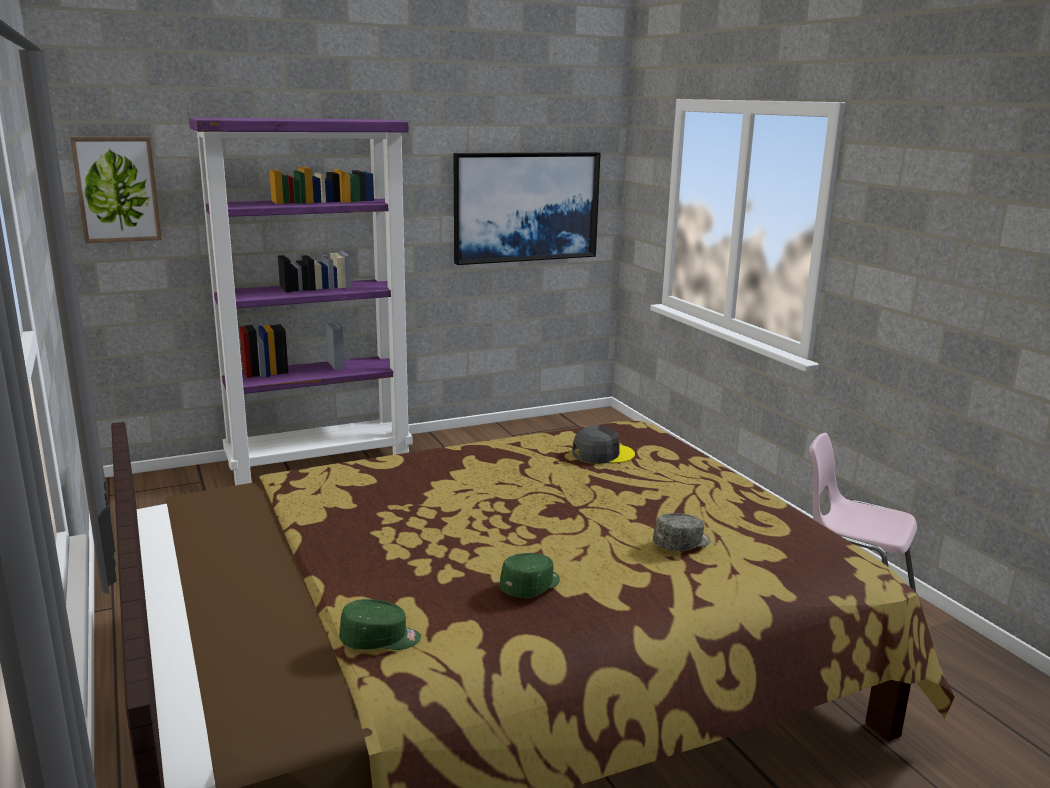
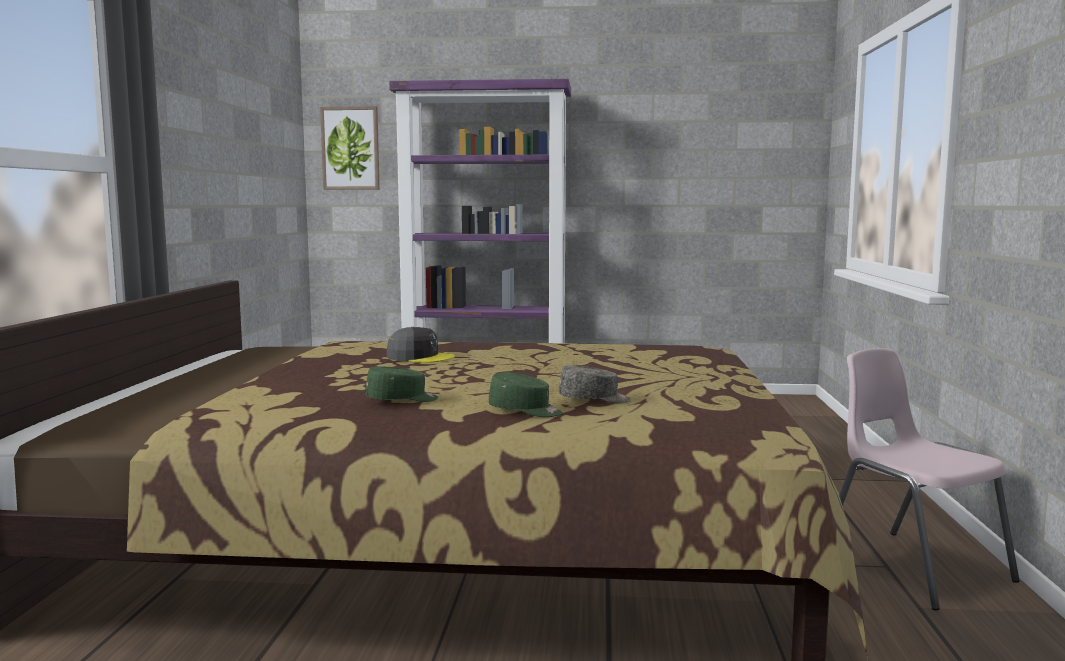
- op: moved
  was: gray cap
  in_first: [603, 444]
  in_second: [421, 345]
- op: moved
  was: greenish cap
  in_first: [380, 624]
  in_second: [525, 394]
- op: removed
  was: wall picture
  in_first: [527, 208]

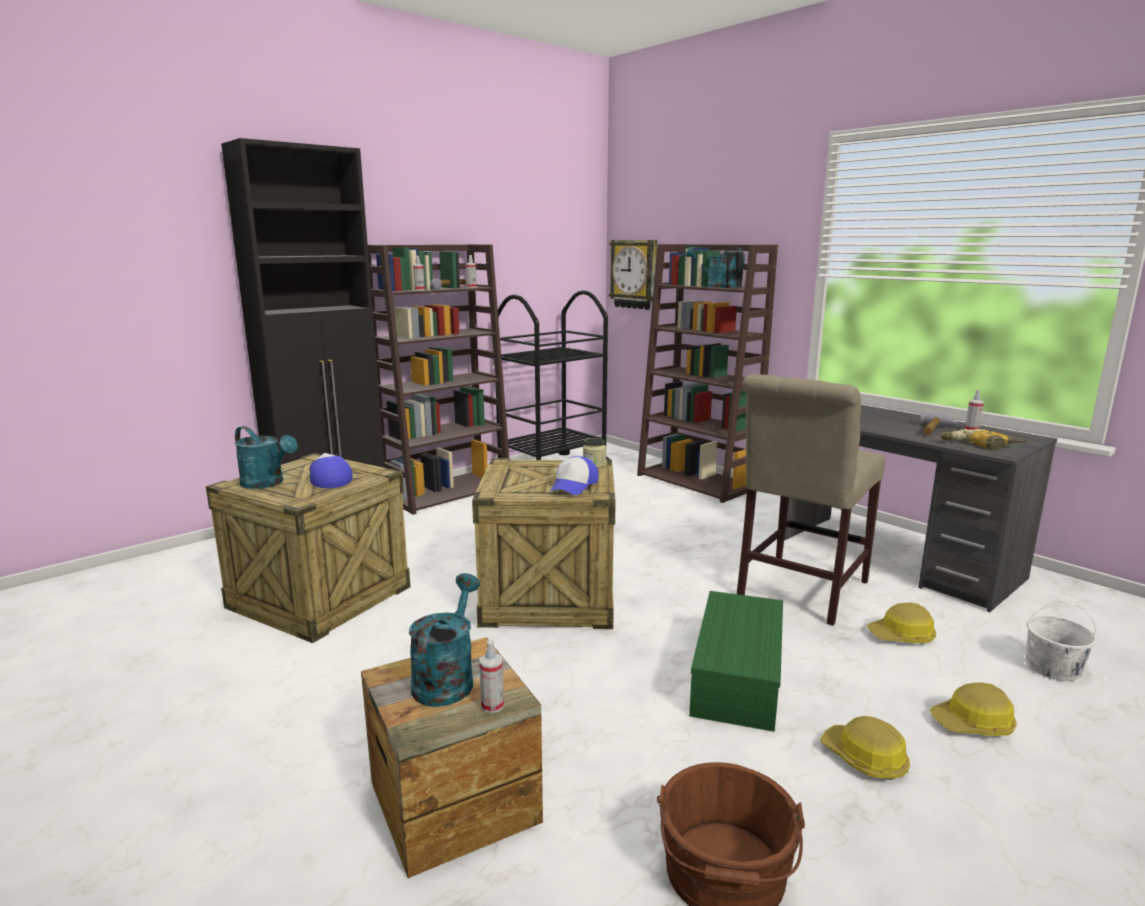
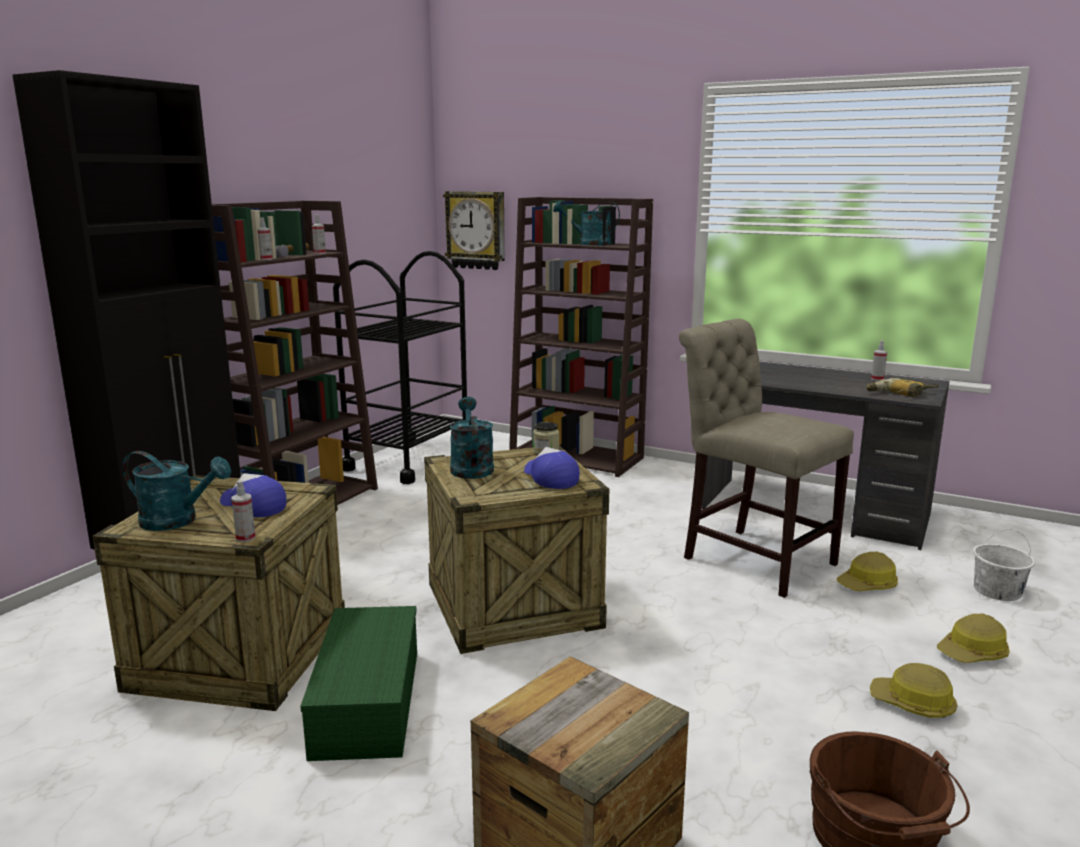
- op: moved
  was: spray bottle
  in_first: [491, 676]
  in_second: [243, 511]
- op: moved
  was: greenish storage box
  in_first: [736, 661]
  in_second: [358, 683]
- op: moved
  was: blue-green watering can
  in_first: [444, 640]
  in_second: [472, 438]
- op: turned
  was: cap
  in_first: [574, 475]
  in_second: [552, 468]
  clockwise: 150
- op: turned
  was: sand-coloured upright chair
  in_first: [811, 500]
  in_second: [766, 458]
  clockwise: 120
- op: removed
  was: hand hammer
  in_first: [938, 423]

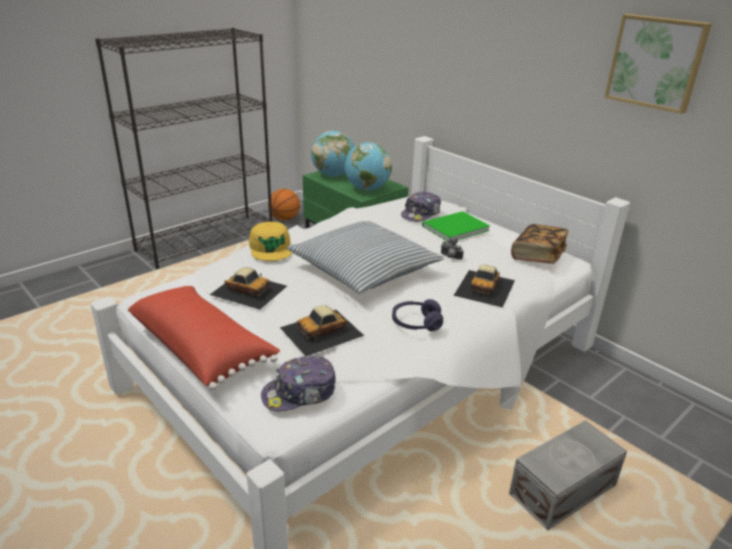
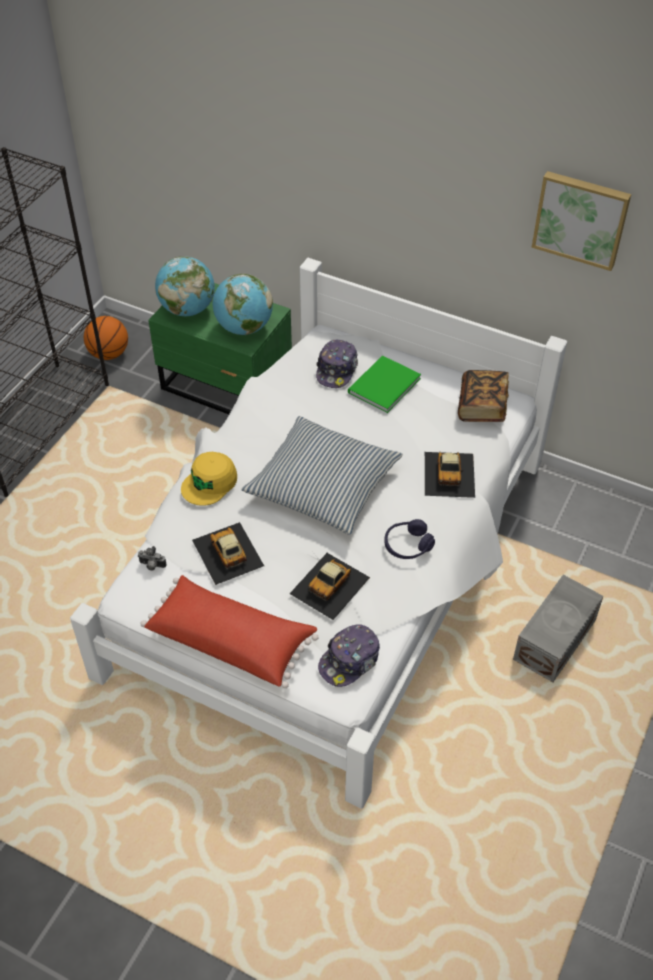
- op: moved
  was: still camera
  in_first: [452, 248]
  in_second: [152, 558]
- op: turned
  was: yellow-coloured cap
  in_first: [270, 241]
  in_second: [209, 479]
  clockwise: 75
- op: turned
  was: toy car
  in_first: [248, 288]
  in_second: [228, 553]
  clockwise: -120

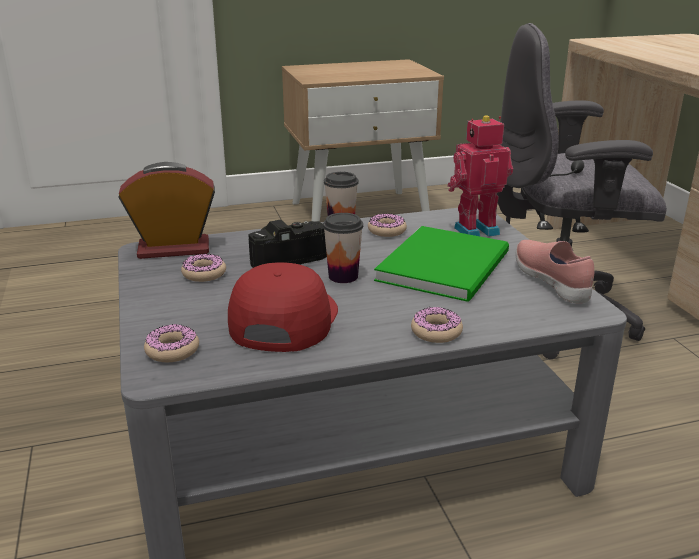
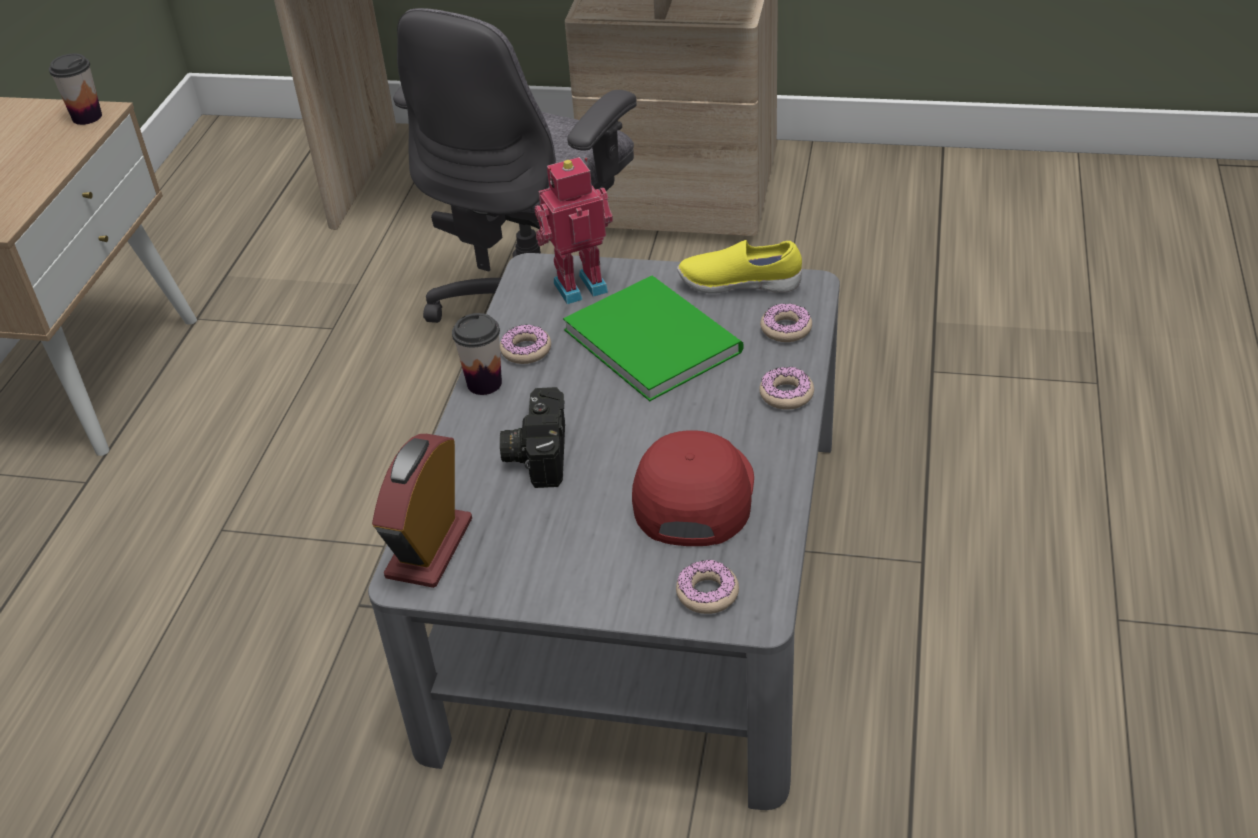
- op: moved
  was: small cup
  in_first: [343, 248]
  in_second: [75, 89]
- op: turned
  was: model robot
  in_first: [480, 176]
  in_second: [574, 230]
  clockwise: 60
- op: turned
  was: red-coloured cap
  in_first: [283, 307]
  in_second: [693, 488]
  clockwise: 60
- op: recoloured
  was: pink shoe
  now: yellow-coloured shoe
  in_first: [555, 272]
  in_second: [739, 267]
- op: moved
  was: donut
  in_first: [203, 268]
  in_second: [786, 323]

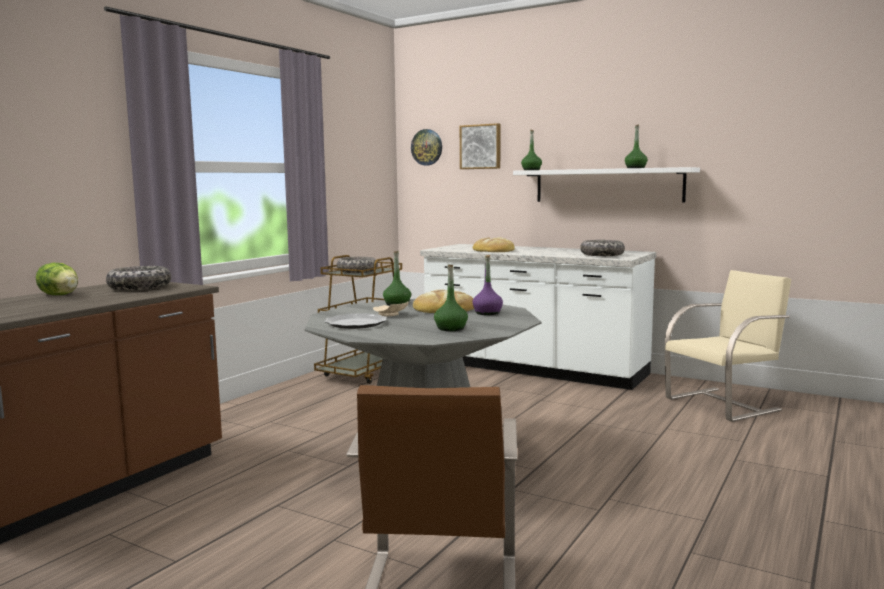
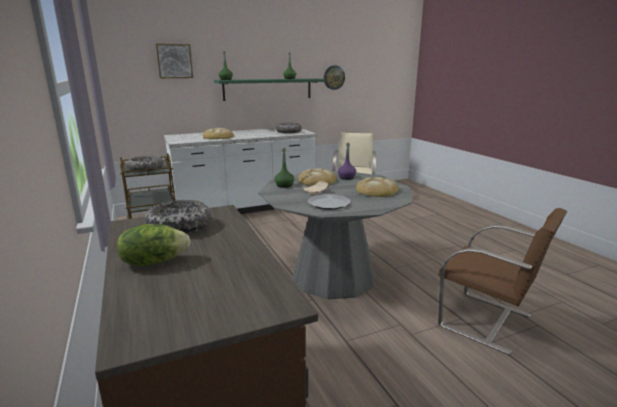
- op: recoloured
  was: whitish shelf
  now: greenish shelf
  in_first: [606, 185]
  in_second: [269, 90]
- op: moved
  was: clock on the wall
  in_first: [426, 147]
  in_second: [334, 77]
- op: replaced
  was: greenish bottle
  now: baked bread
  in_first: [451, 298]
  in_second: [377, 187]

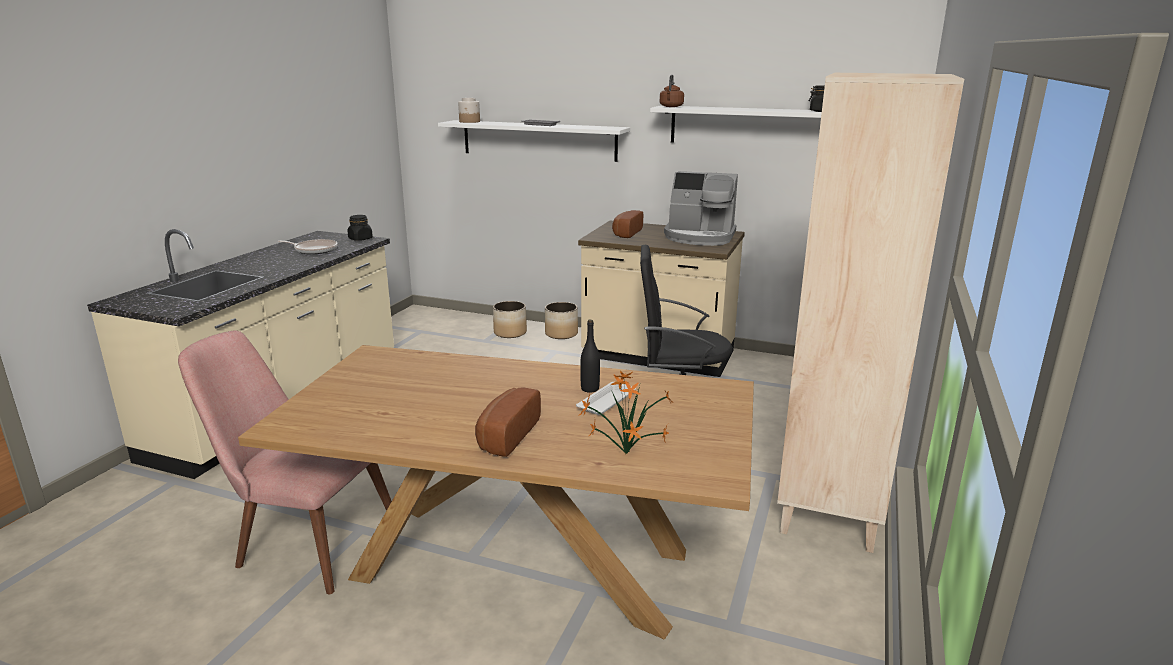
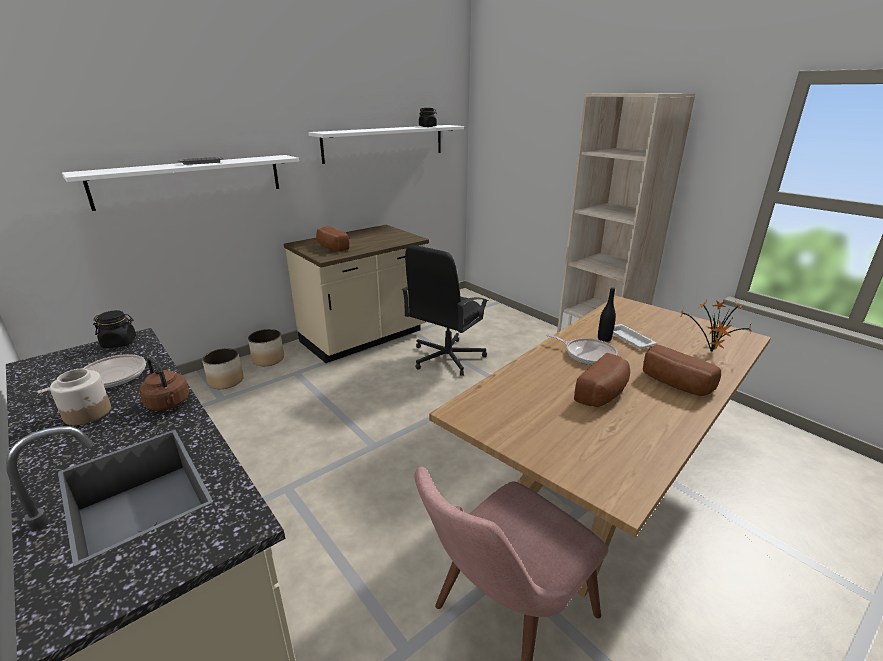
- op: moved
  was: jar
  in_first: [469, 110]
  in_second: [80, 397]
- op: moved
  was: brown-coloured tea kettle
  in_first: [672, 91]
  in_second: [164, 383]
- op: added
  now: skillet
  in_second: [581, 349]
- op: added
  now: baked bread
  in_second: [602, 380]
- op: removed
  was: coffee brewer
  in_first: [701, 208]

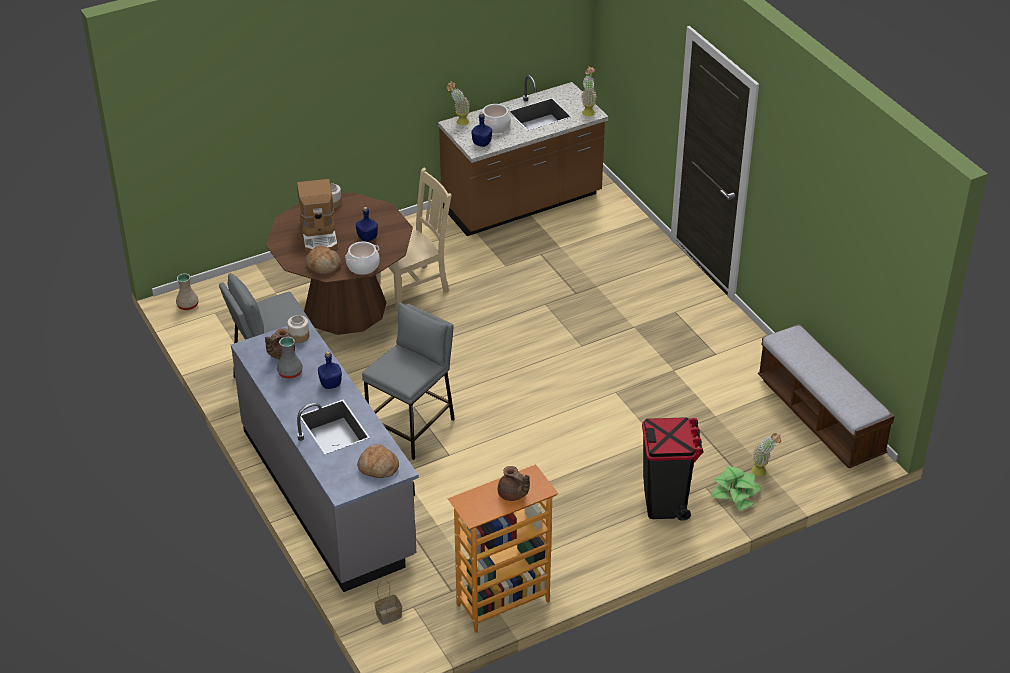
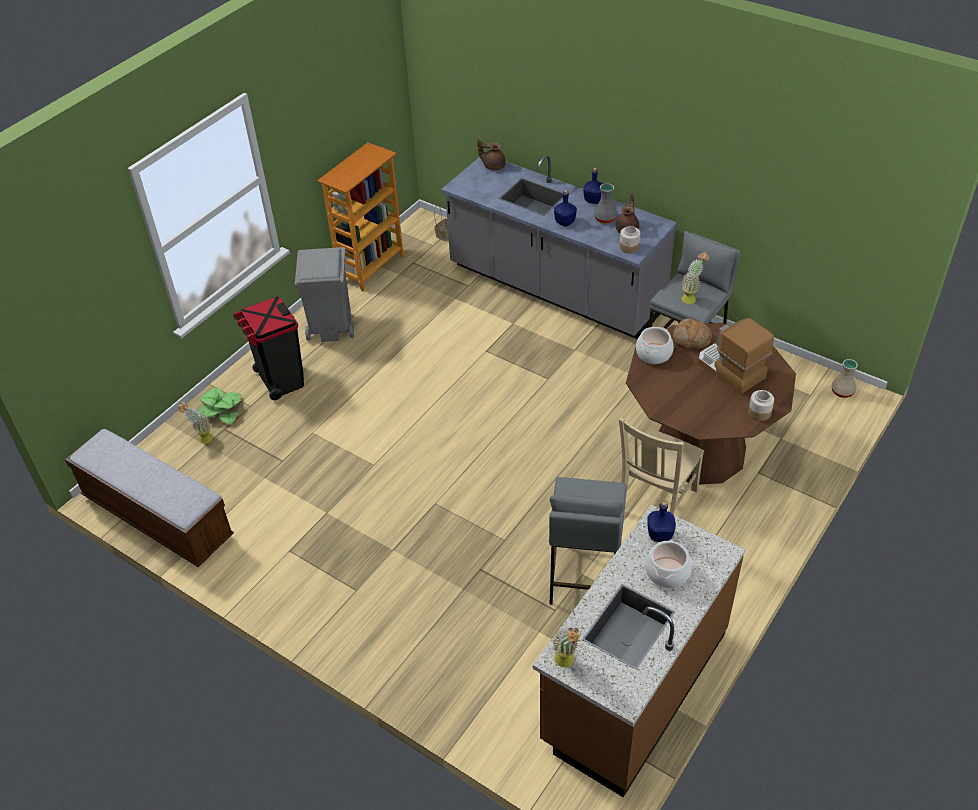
- op: added
  now: gray trash can
  in_second: [324, 294]
- op: moved
  was: brown-coloured pot for tea
  in_first: [514, 483]
  in_second: [491, 154]
- op: moved
  was: gray sitting stool
  in_first: [408, 381]
  in_second: [587, 541]
- op: moved
  was: blue bottle
  in_first: [367, 224]
  in_second: [593, 186]
- op: moved
  was: houseplant
  in_first: [458, 103]
  in_second: [695, 277]
- op: removed
  was: baked bread
  in_first: [378, 461]

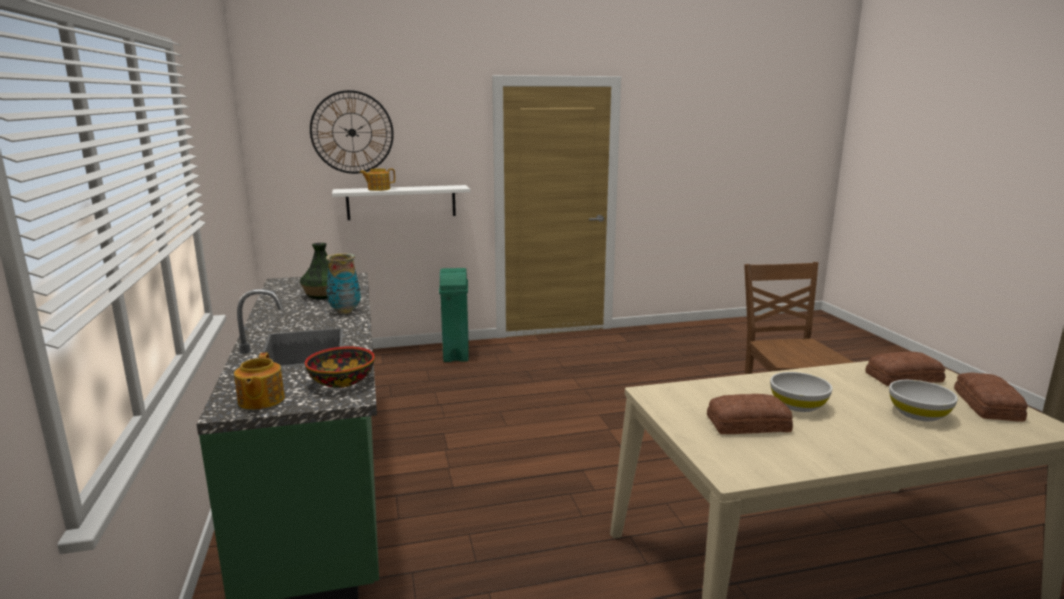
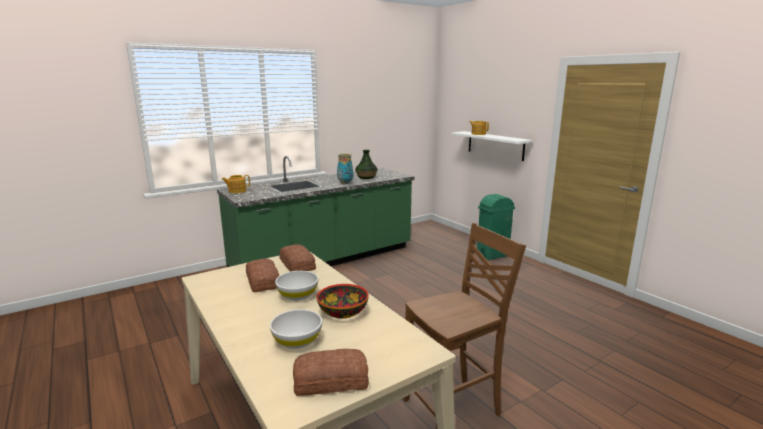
- op: moved
  was: baked bread
  in_first: [905, 369]
  in_second: [297, 258]
- op: moved
  was: bowl
  in_first: [340, 367]
  in_second: [343, 301]
- op: removed
  was: clock on the wall
  in_first: [352, 132]

